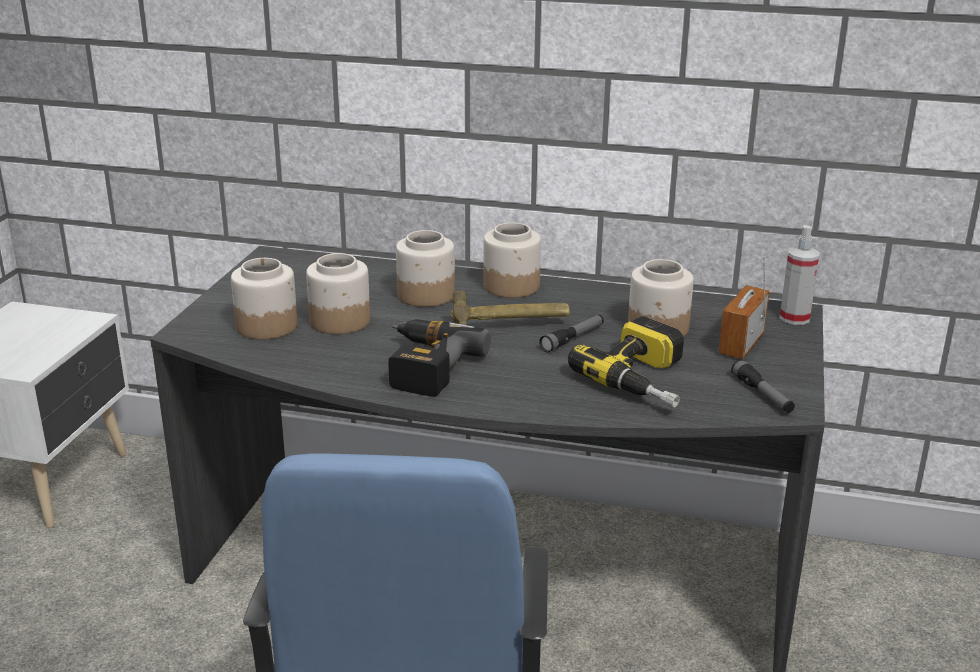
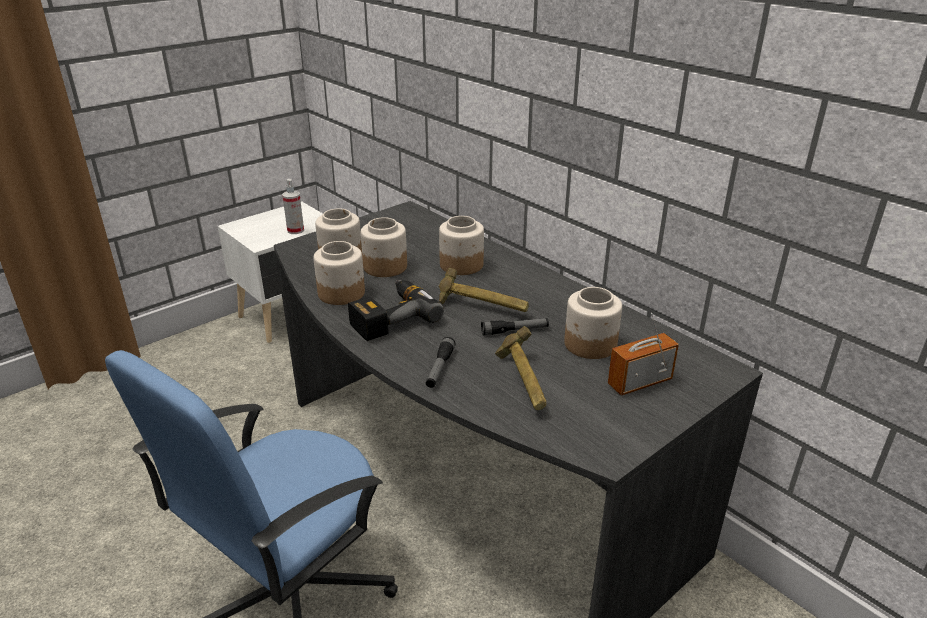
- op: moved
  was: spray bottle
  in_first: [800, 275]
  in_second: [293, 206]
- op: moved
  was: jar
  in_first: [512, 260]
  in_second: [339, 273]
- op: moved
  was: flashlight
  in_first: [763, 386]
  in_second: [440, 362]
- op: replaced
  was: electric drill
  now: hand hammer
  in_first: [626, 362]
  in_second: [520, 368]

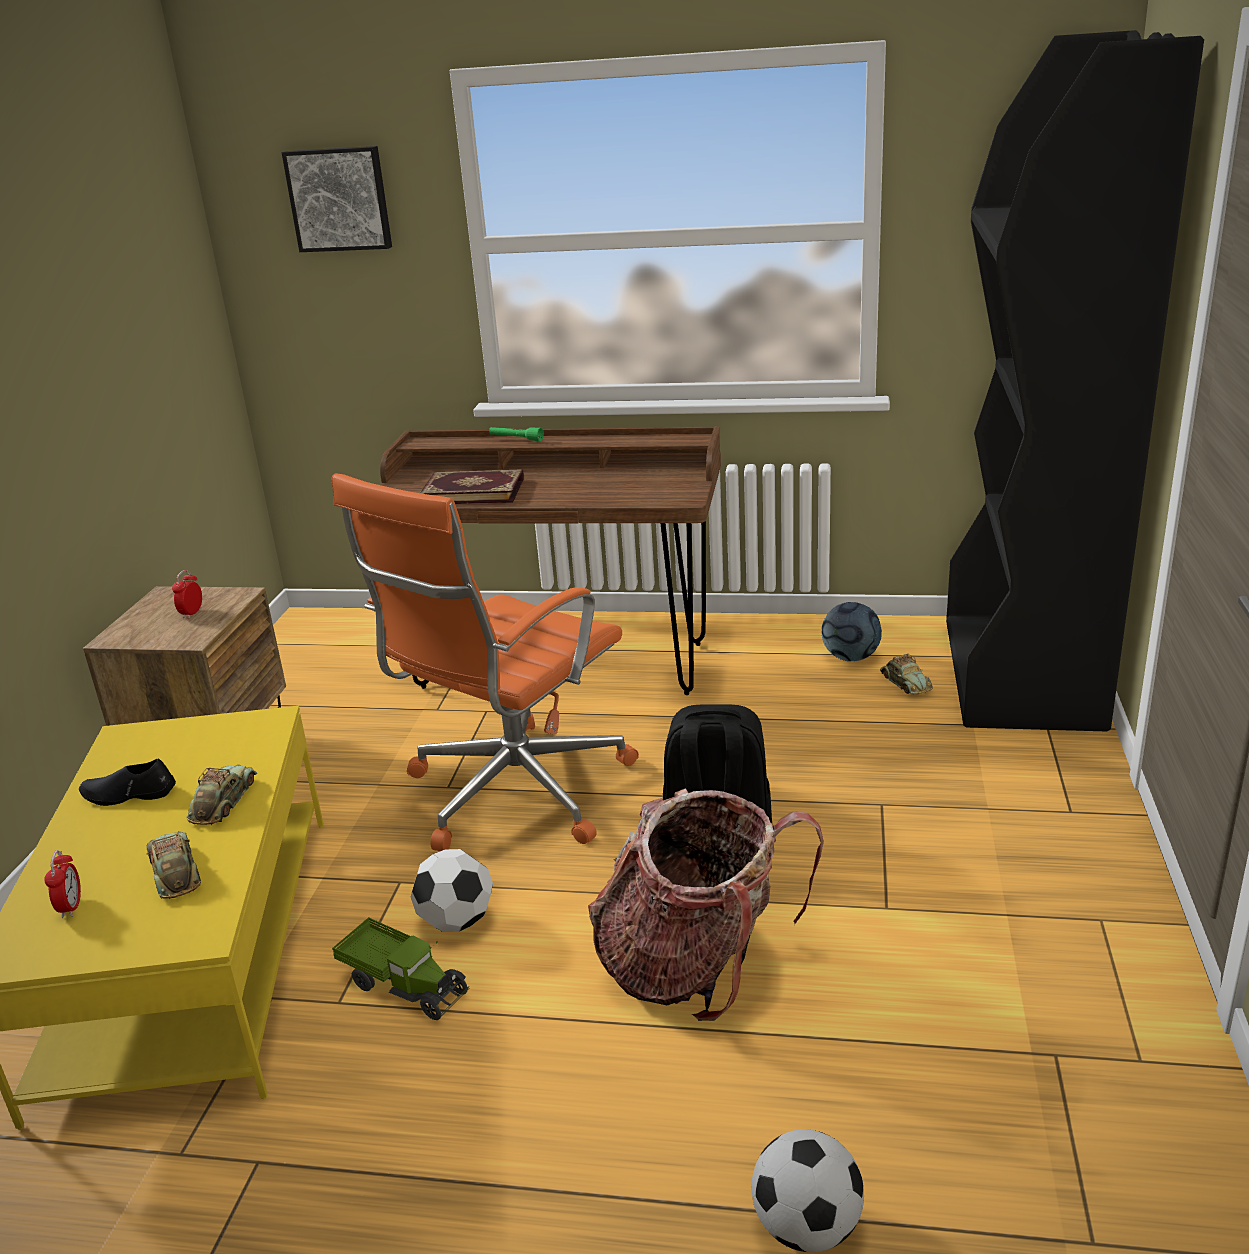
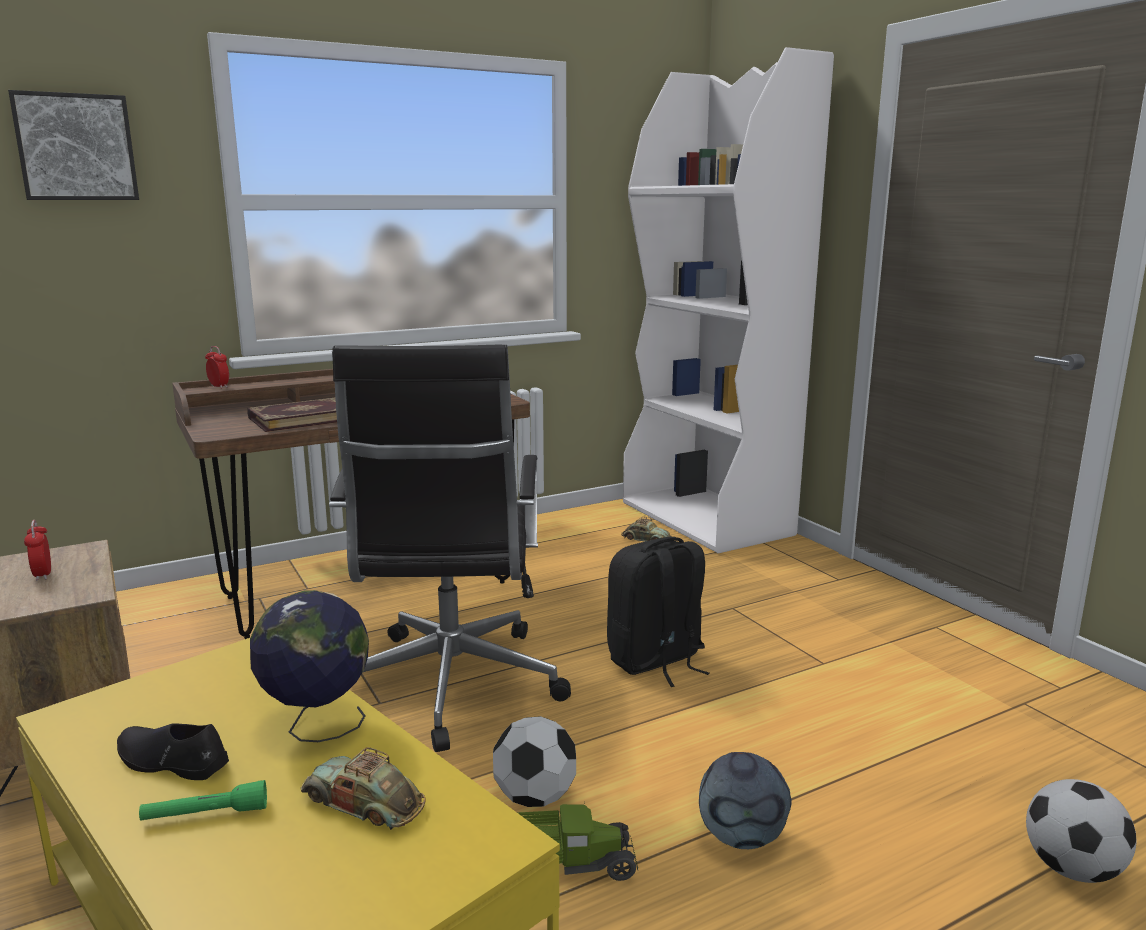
- op: turned
  was: blackish shoe
  in_first: [127, 782]
  in_second: [173, 751]
  clockwise: 60
- op: moved
  was: greenish flashlight
  in_first: [516, 434]
  in_second: [203, 800]
- op: moved
  was: table clock
  in_first: [62, 884]
  in_second: [217, 367]
- op: replaced
  was: toy car
  now: globe
  in_first: [222, 795]
  in_second: [309, 666]
- op: recoloured
  was: orange-coloured desk chair
  now: blackish desk chair
  in_first: [485, 662]
  in_second: [450, 548]
- op: recoloured
  was: blackish bookshelf
  now: whitish bookshelf
  in_first: [1075, 381]
  in_second: [728, 300]
- op: moved
  was: ball for football
  in_first: [851, 631]
  in_second: [745, 800]
- op: removed
  was: backpack
  in_first: [706, 904]

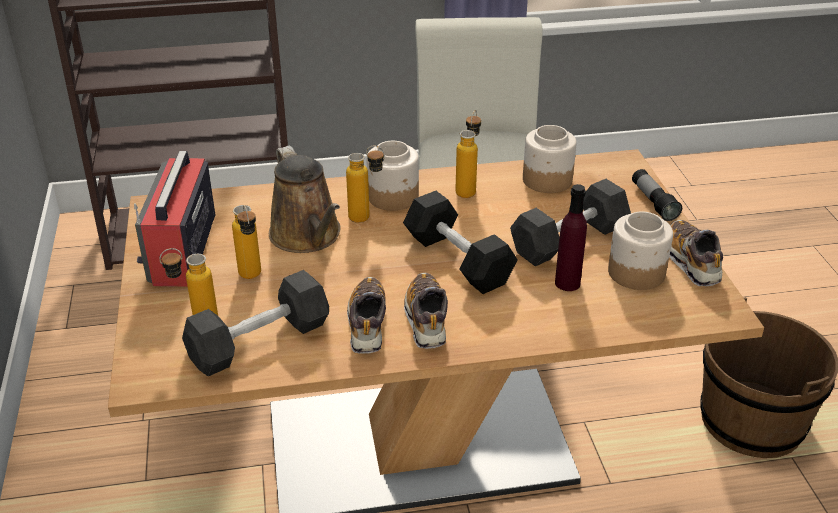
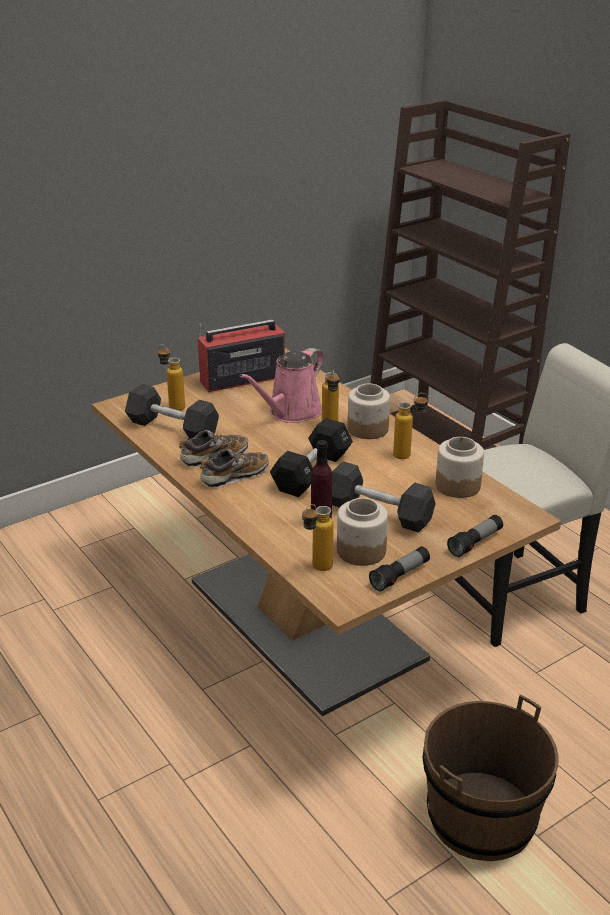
- op: recoloured
  was: brown-coloured watering can
  now: pink watering can
  in_first: [305, 199]
  in_second: [281, 385]
- op: moved
  was: bottle
  in_first: [246, 242]
  in_second: [318, 537]
- op: replaced
  was: shoe
  now: flashlight
  in_first: [696, 253]
  in_second: [399, 568]

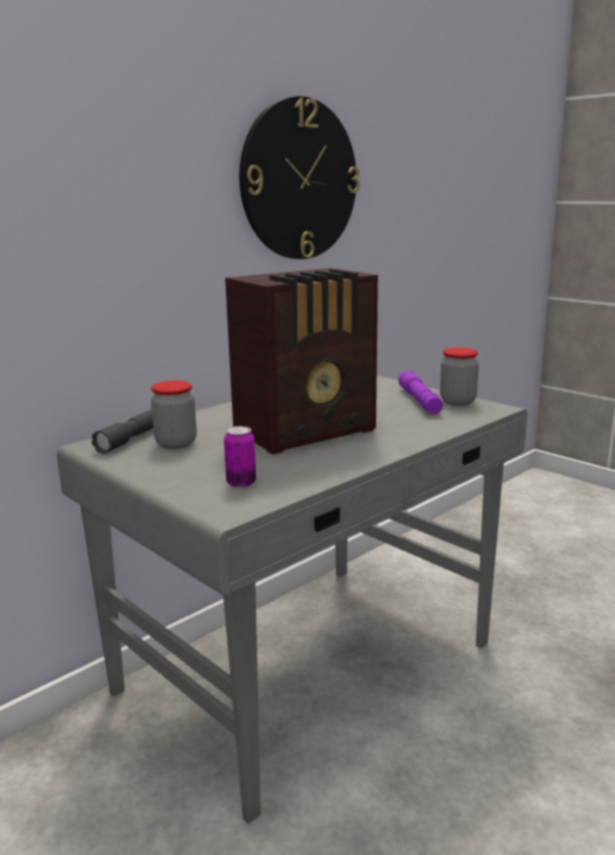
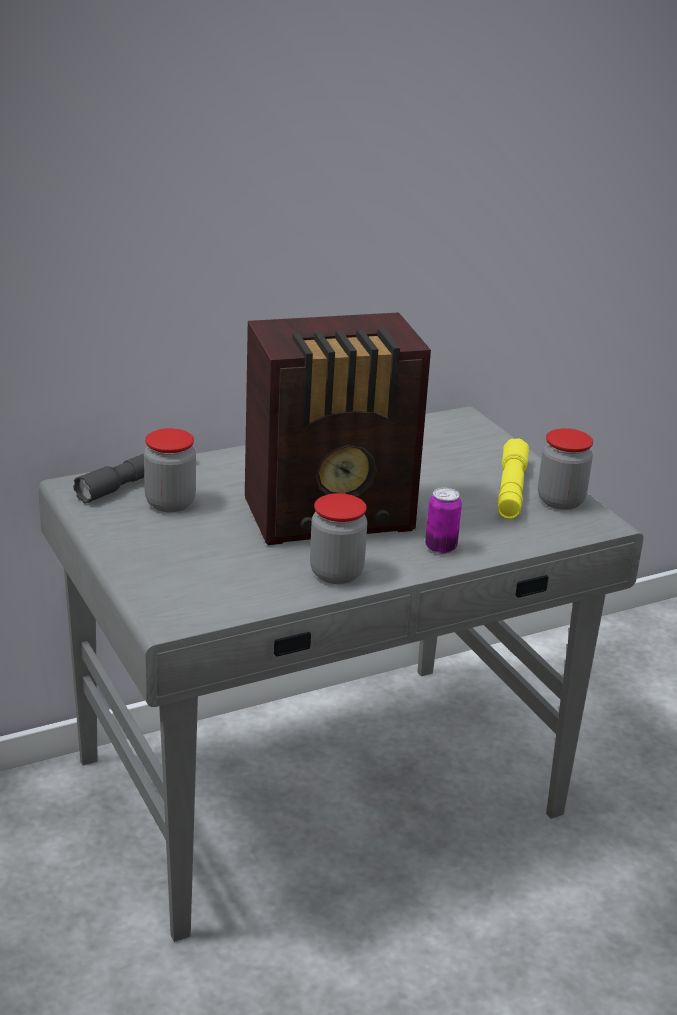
- op: added
  now: jar
  in_second: [338, 538]
- op: moved
  was: sealed can
  in_first: [240, 457]
  in_second: [443, 521]
- op: recoloured
  was: purple flashlight
  now: yellow-coloured flashlight
  in_first: [420, 392]
  in_second: [513, 478]
- op: removed
  was: clock on the wall
  in_first: [299, 177]

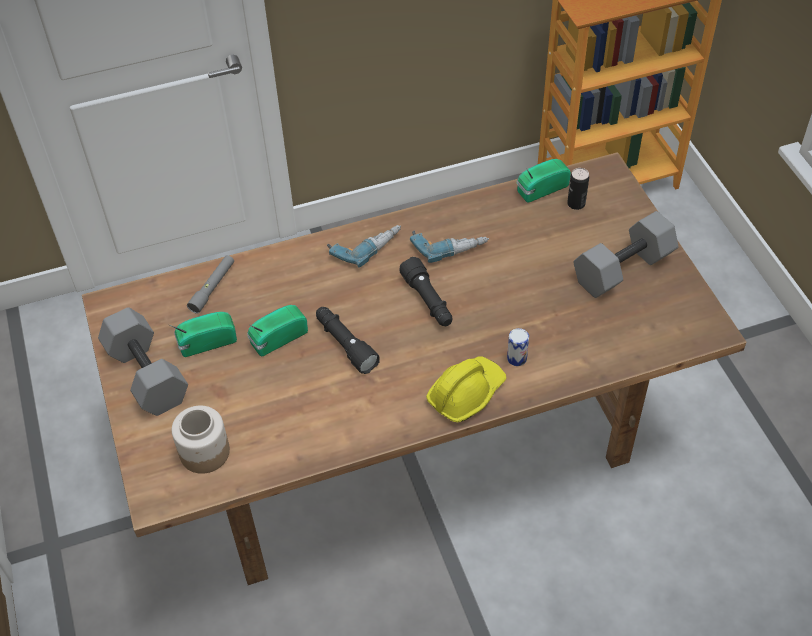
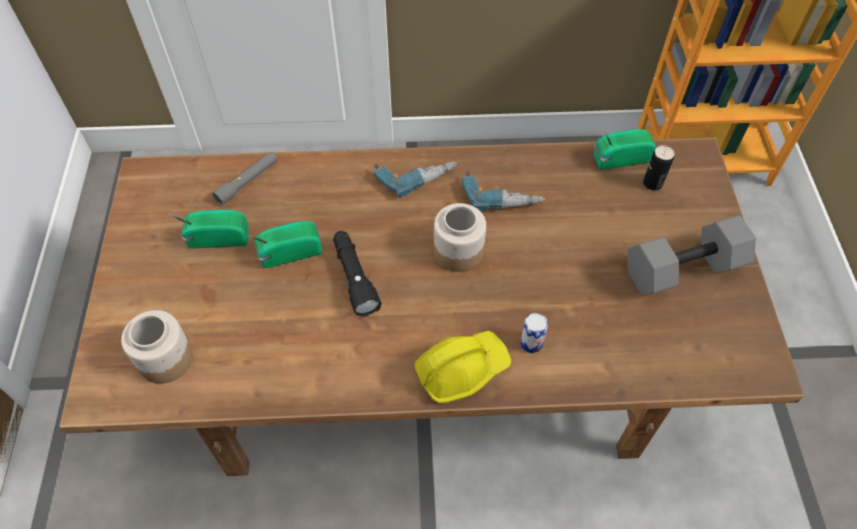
- op: replaced
  was: blackish flashlight
  now: jar
  in_first: [425, 291]
  in_second: [460, 237]
- op: removed
  was: gray free weight
  in_first: [143, 361]

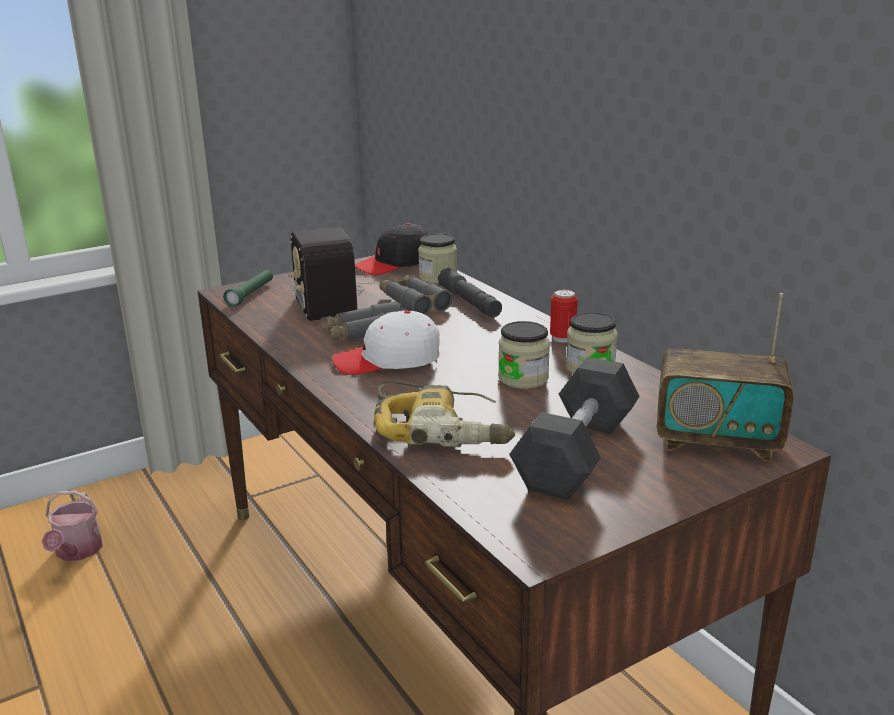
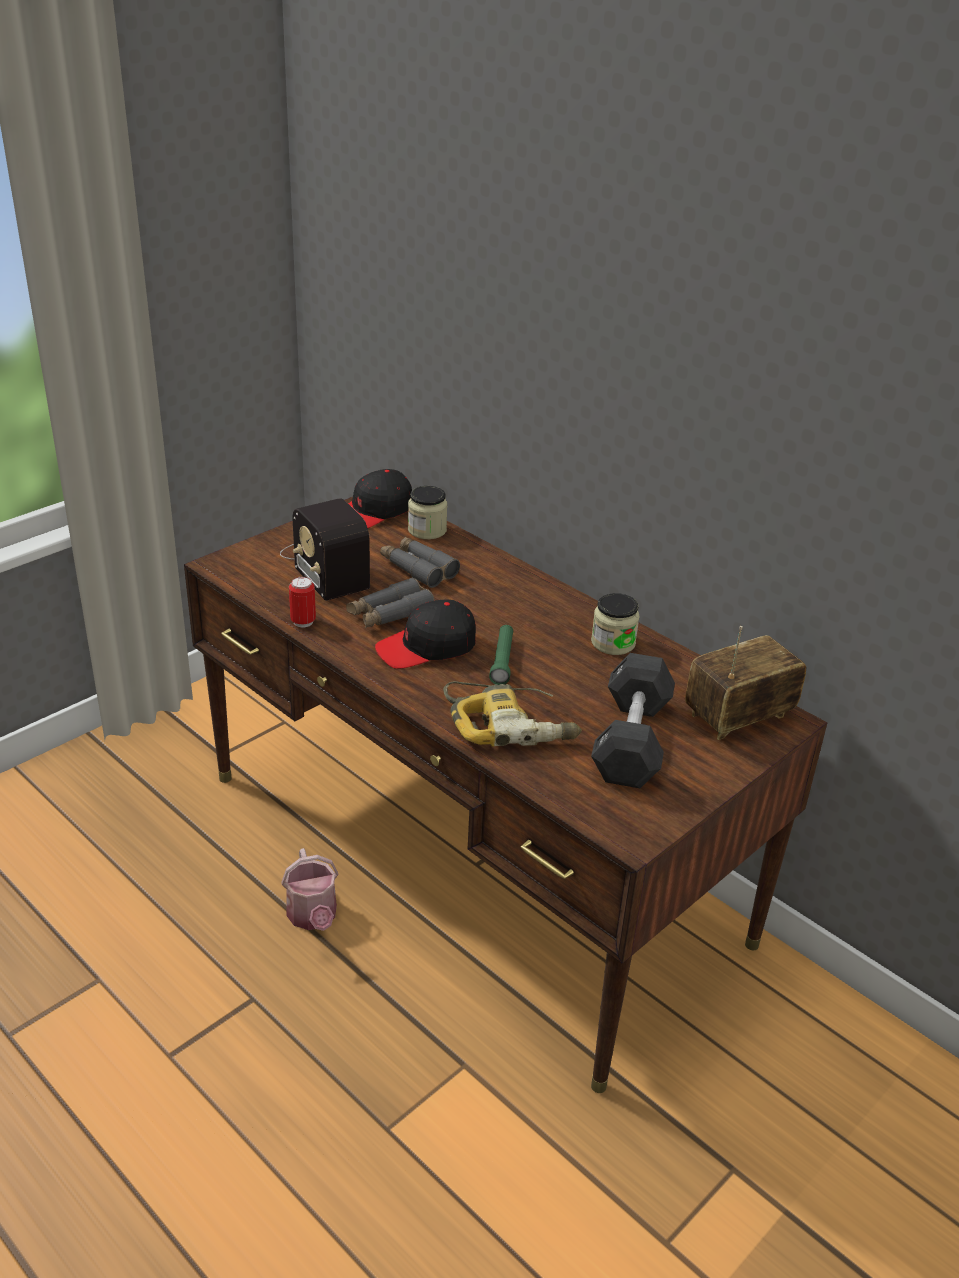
- op: moved
  was: watering can
  in_first: [72, 525]
  in_second: [310, 889]
- op: moved
  was: sealed can
  in_first: [564, 315]
  in_second: [302, 602]
- op: recoloured
  was: whitish cap
  now: blackish cap
  in_first: [386, 342]
  in_second: [425, 634]
- op: moved
  was: greenish flashlight
  in_first: [248, 288]
  in_second: [501, 655]
- op: turned
  was: radio set
  in_first: [725, 377]
  in_second: [745, 683]
  clockwise: 150
- op: removed
  was: gray flashlight
  in_first: [470, 293]
- op: removed
  was: jar
  in_first: [524, 355]

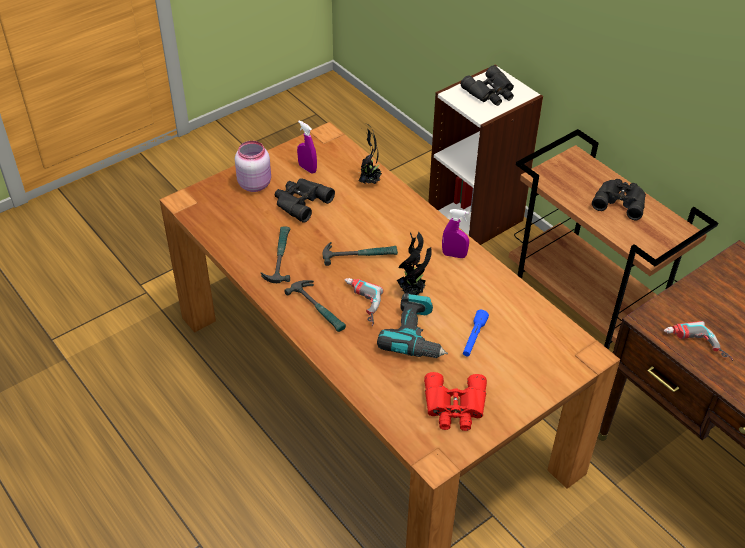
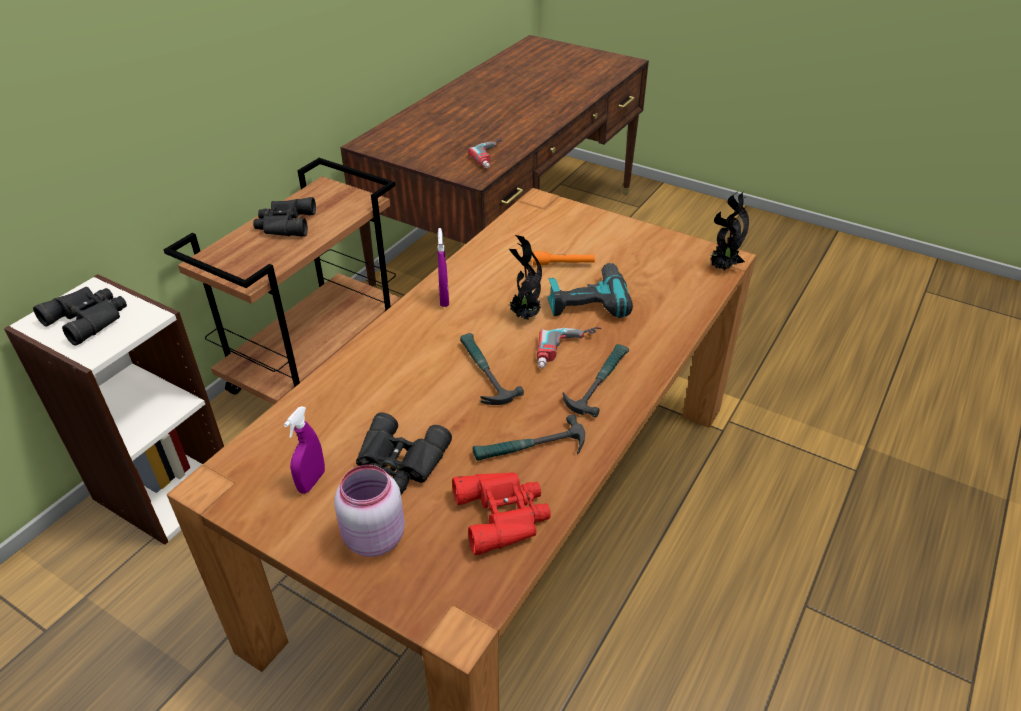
- op: moved
  was: red-coloured pair of binoculars
  in_first: [455, 401]
  in_second: [501, 513]
- op: recoloured
  was: blue flashlight
  now: orange-coloured flashlight
  in_first: [476, 333]
  in_second: [564, 258]
- op: moved
  was: houseplant
  in_first: [370, 153]
  in_second: [729, 231]

